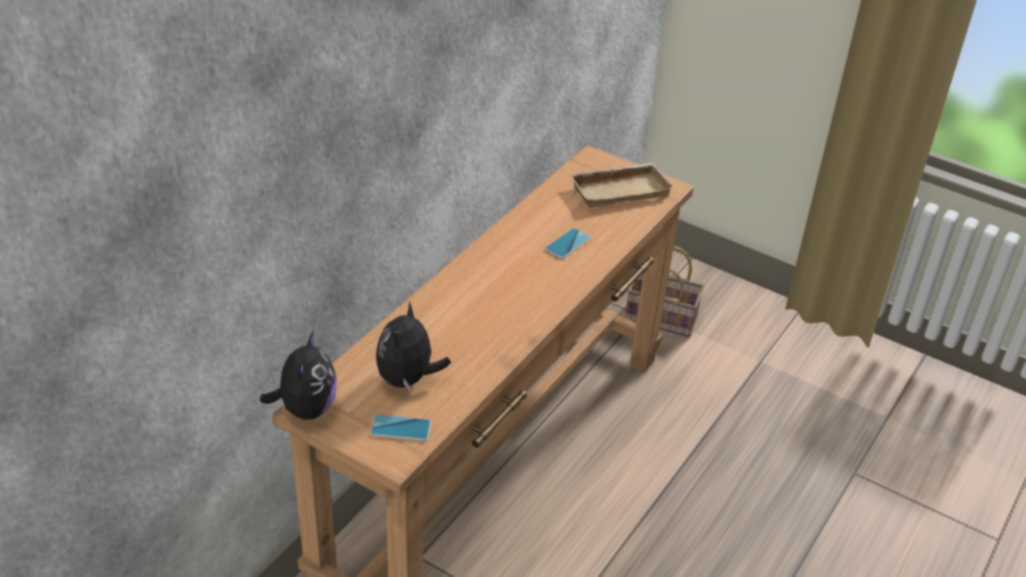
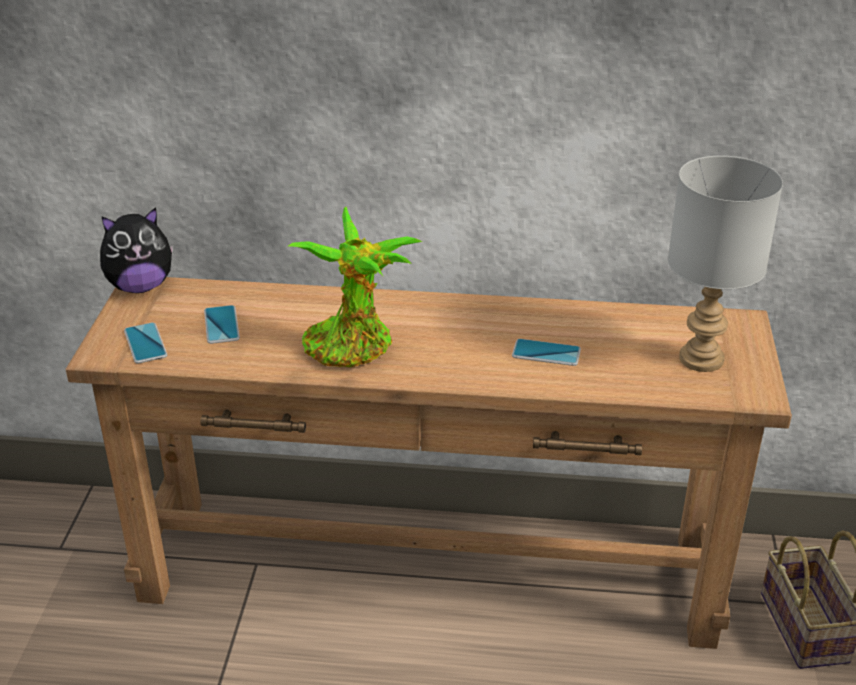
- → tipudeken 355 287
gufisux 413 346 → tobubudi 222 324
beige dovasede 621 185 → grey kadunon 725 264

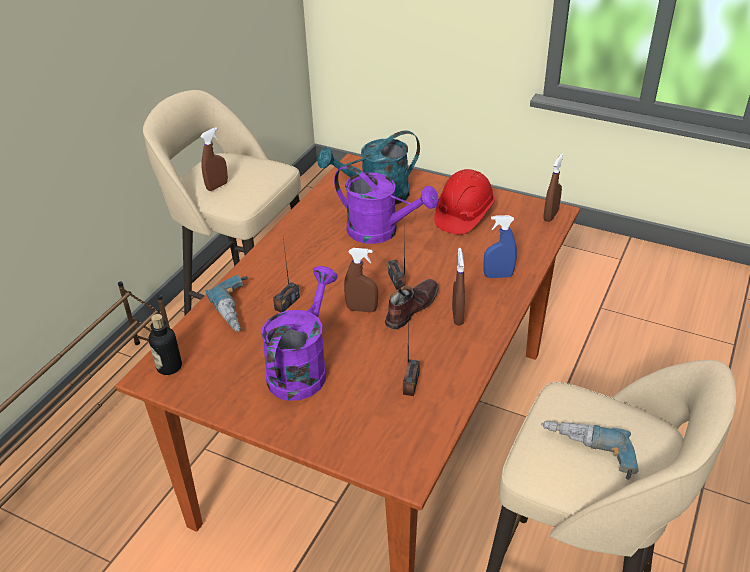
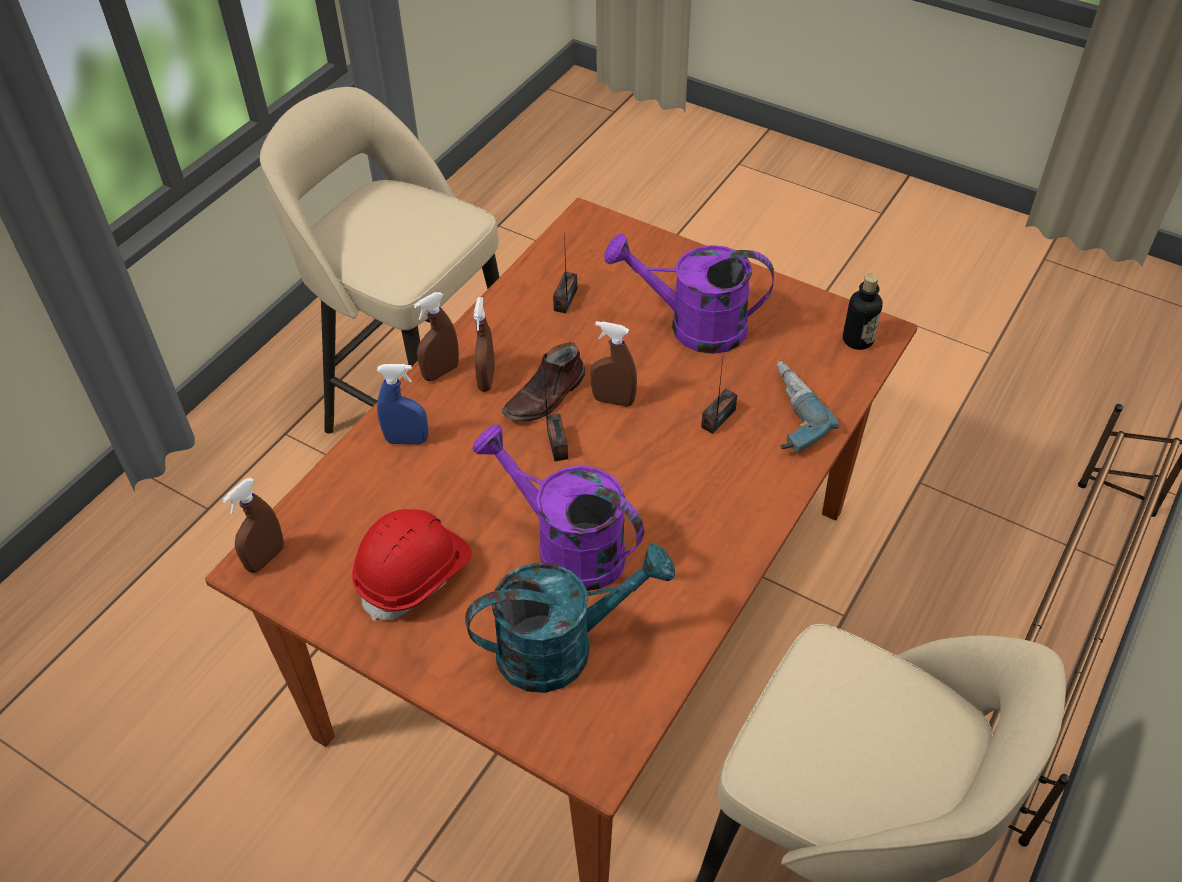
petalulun 590 450 → -
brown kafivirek 214 159 → brown kafivirek 436 336, relocated
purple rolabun 299 333 → purple rolabun 689 294, 75 degrees clockwise

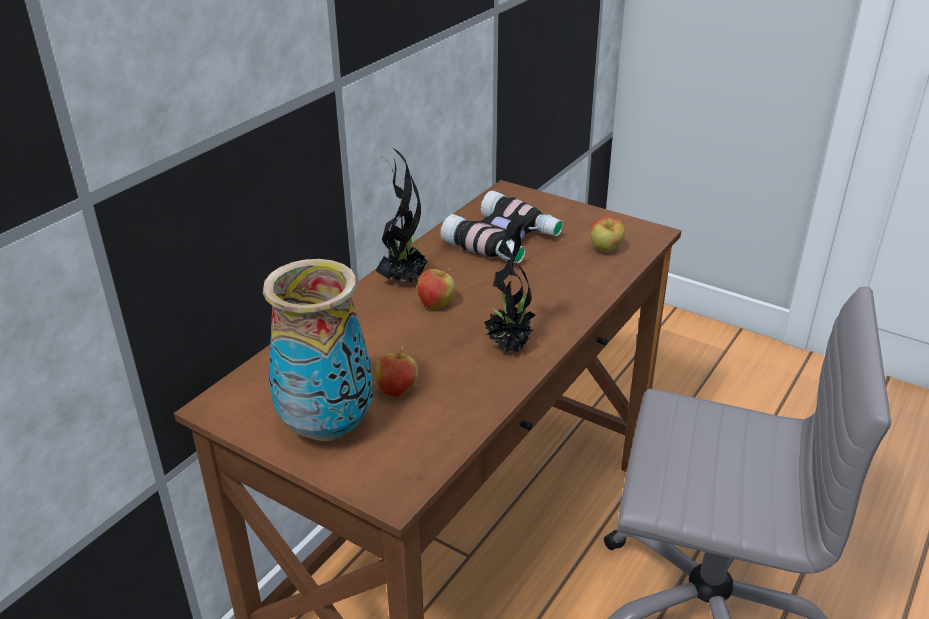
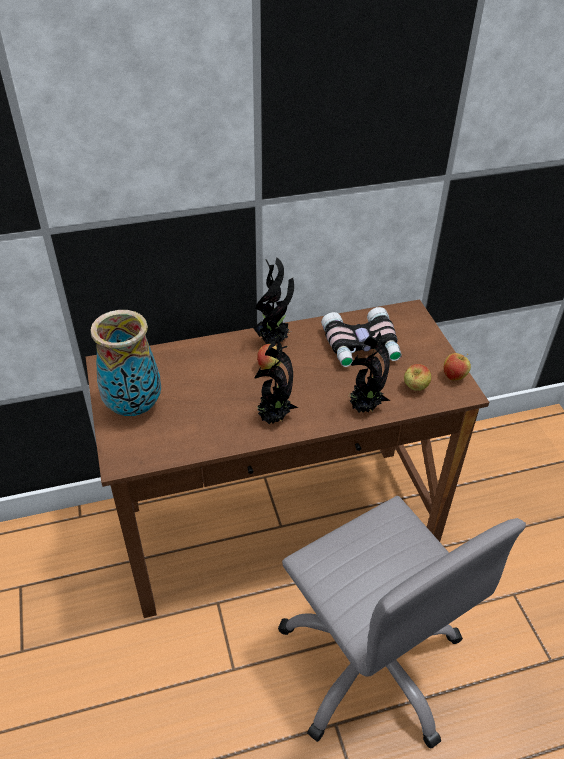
- → tipudeken 369 372
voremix 396 372 → voremix 457 366, relocated

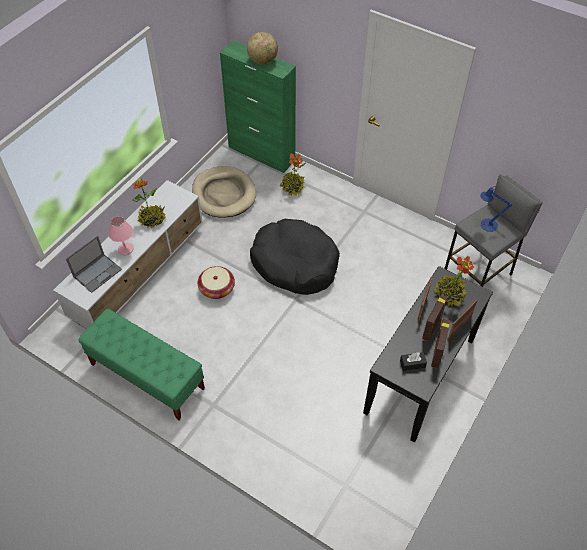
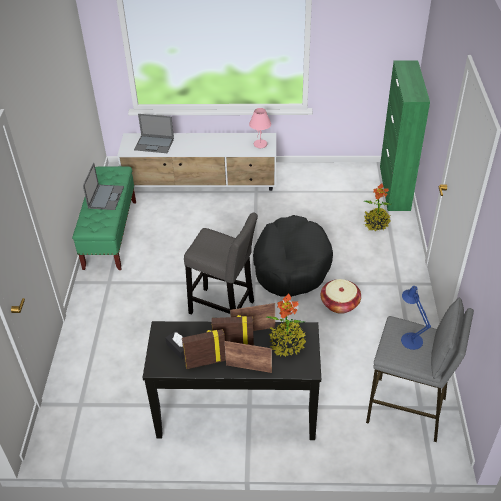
tipudeken 149 203 → -
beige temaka 224 192 → -
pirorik 262 48 → -
- → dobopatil 103 186
- → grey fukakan 221 263
pink kadunon 120 236 → pink kadunon 260 128, relocated
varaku 216 282 → varaku 341 296, relocated

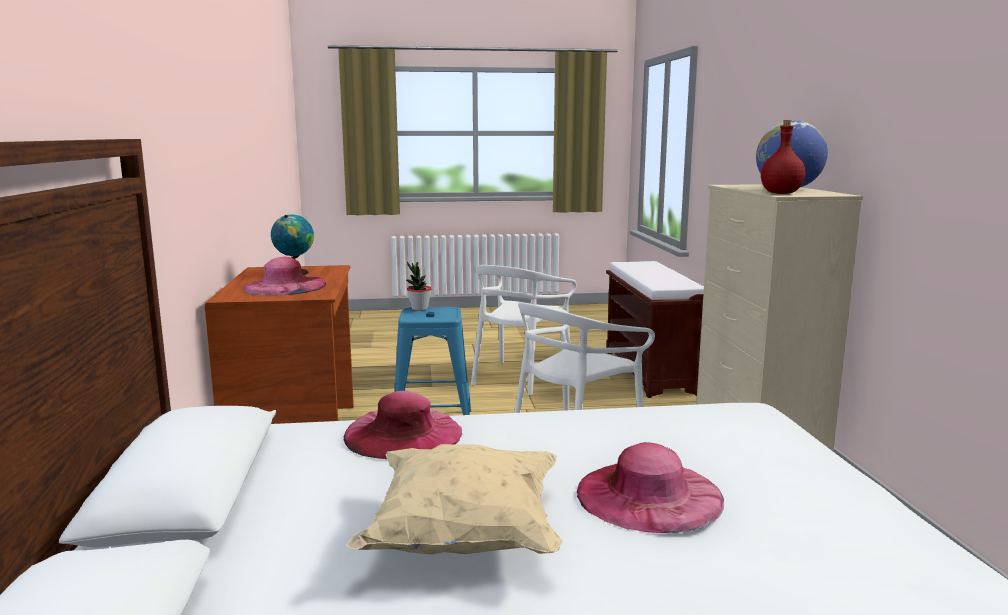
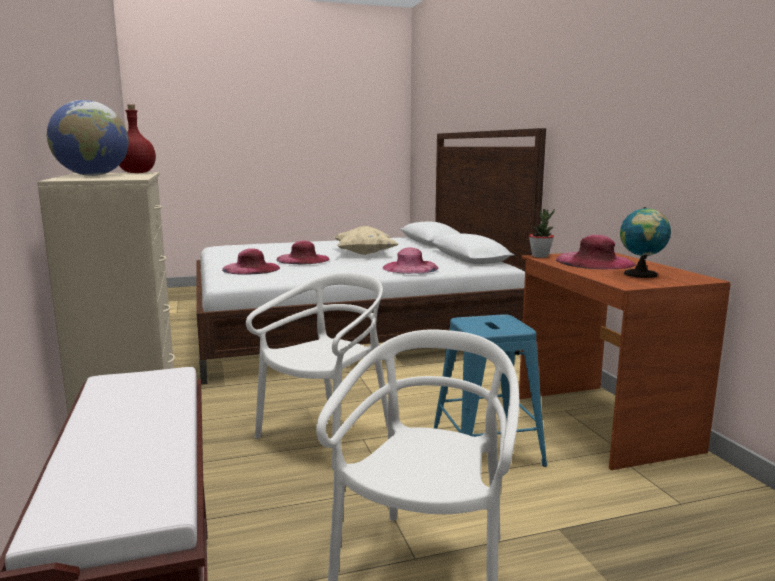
- → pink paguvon 251 261
tipudeken 419 286 → tipudeken 542 233, relocated

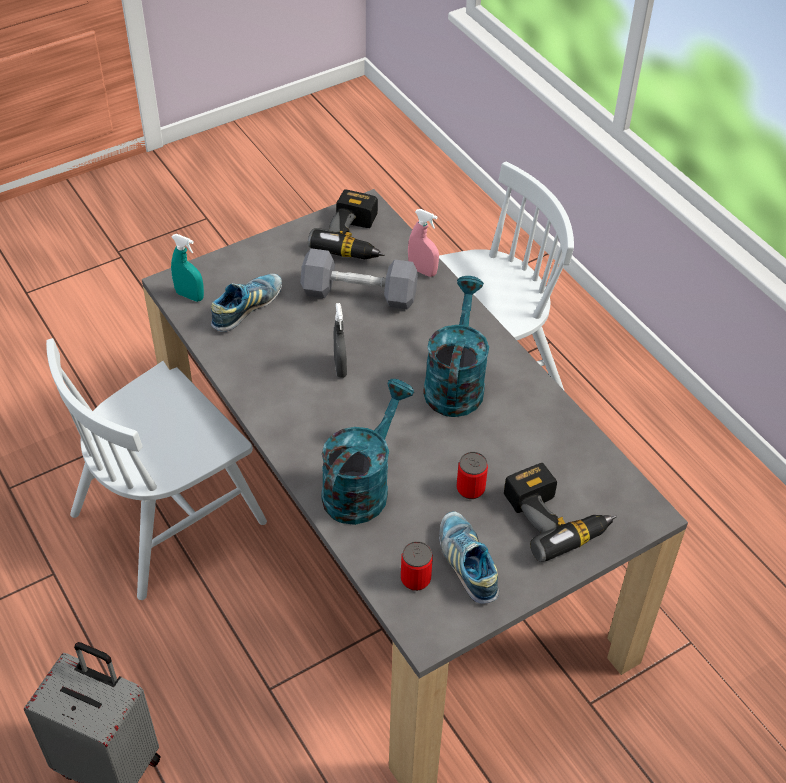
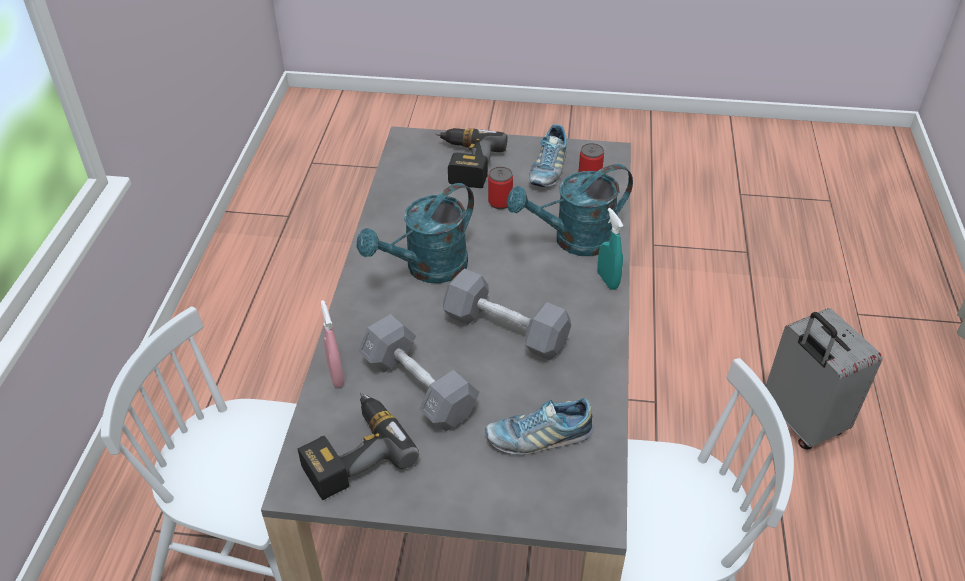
turquoise kafivirek 187 268 → turquoise kafivirek 610 249, relocated
grey kafivirek 340 340 → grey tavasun 507 314

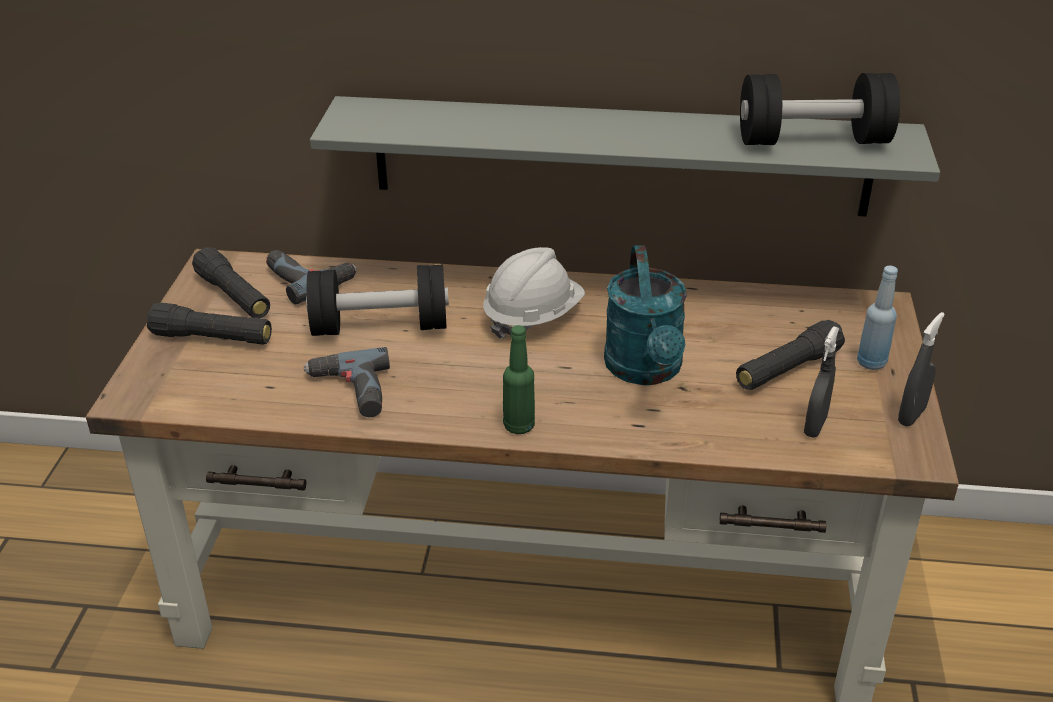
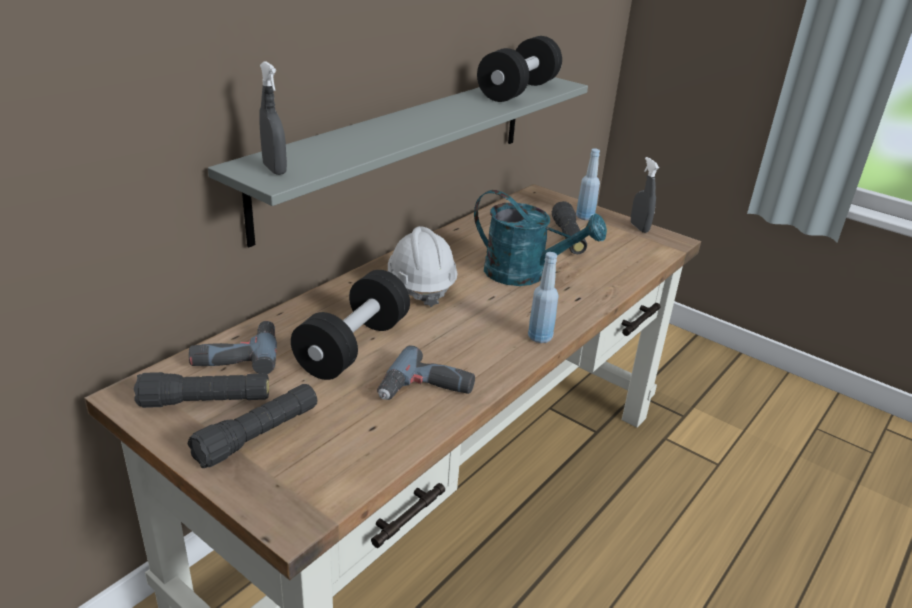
grey kafivirek 821 381 → grey kafivirek 273 118, relocated
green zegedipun 519 379 → blue zegedipun 543 297

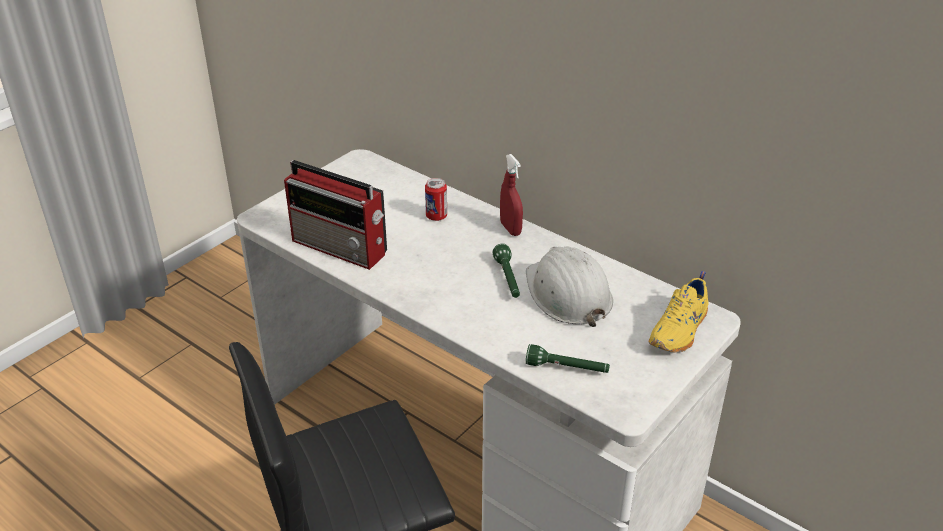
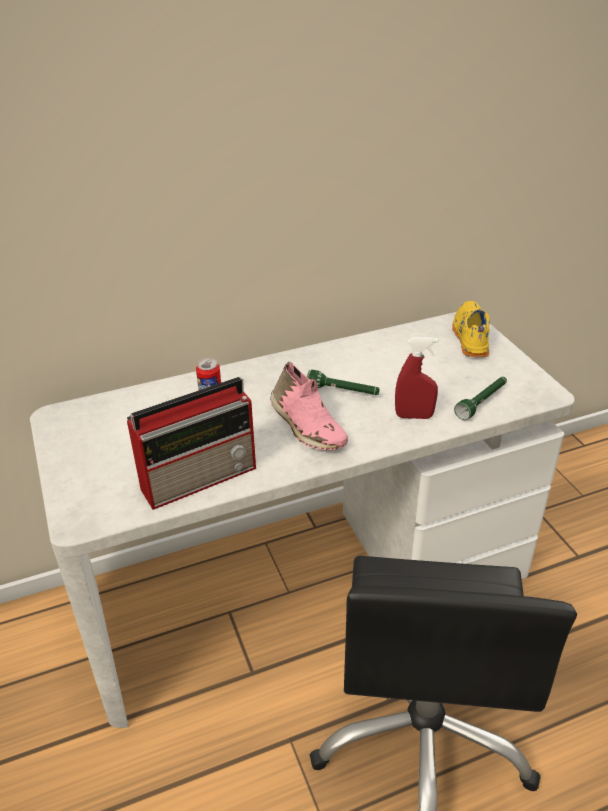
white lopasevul 569 287 → -
- → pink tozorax 309 405
red kafivirek 511 195 → red kafivirek 416 378, relocated
yellow tozorax 679 312 → yellow tozorax 471 329, 150 degrees counterclockwise

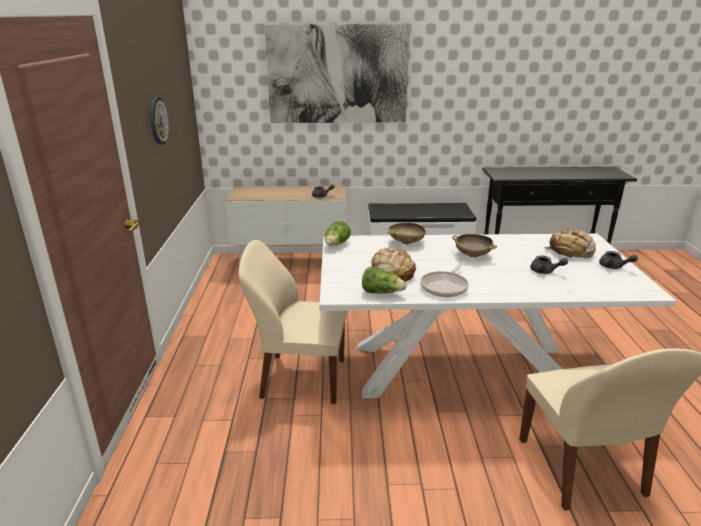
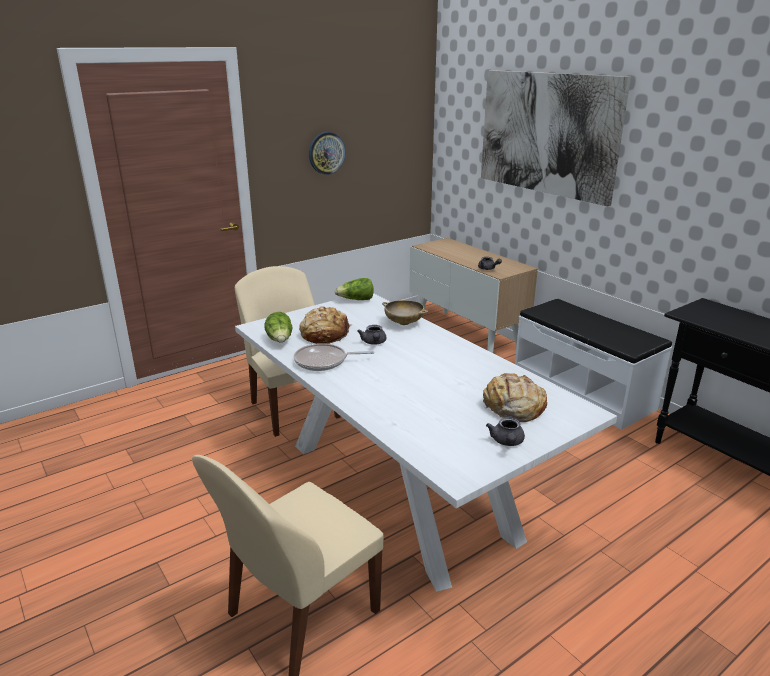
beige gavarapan 474 246 → -
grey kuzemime 549 265 → grey kuzemime 371 335, relocated

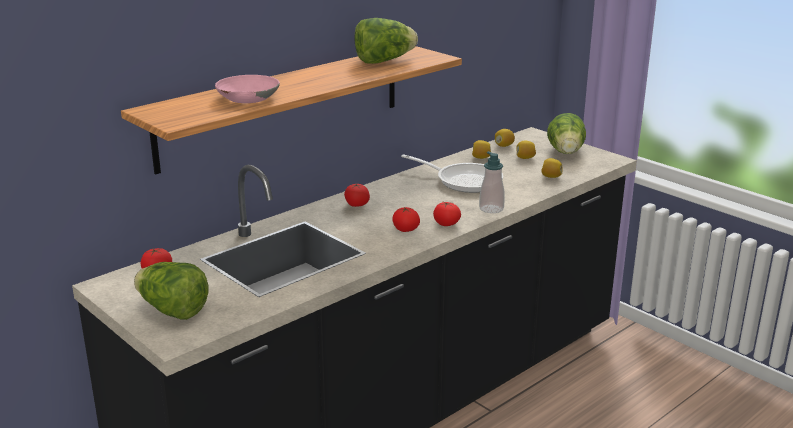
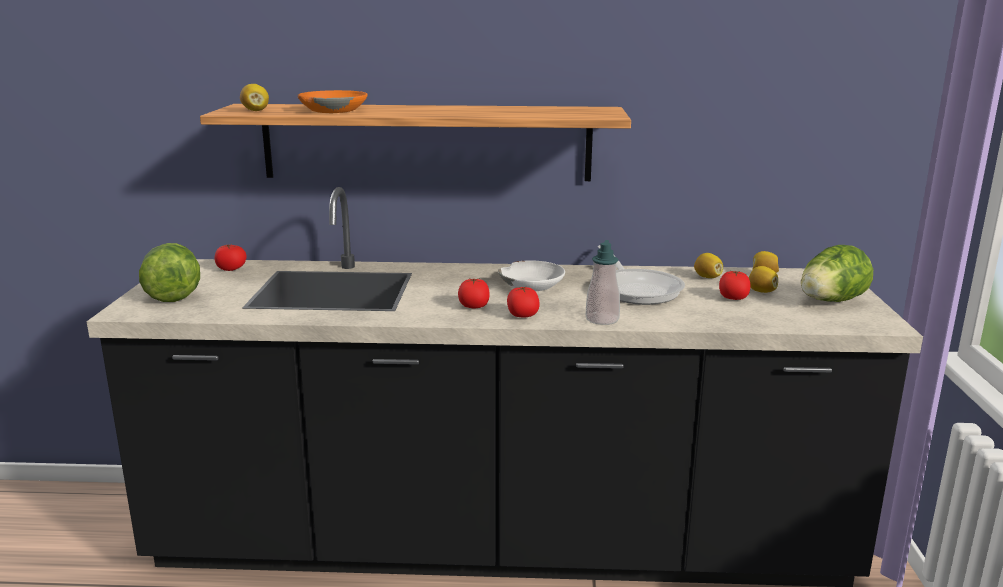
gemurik 386 41 → -
- → white gavarapan 531 275
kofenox 357 195 → kofenox 734 285, relocated
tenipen 551 168 → tenipen 254 97, relocated
pink gavarapan 247 89 → orange gavarapan 332 101

